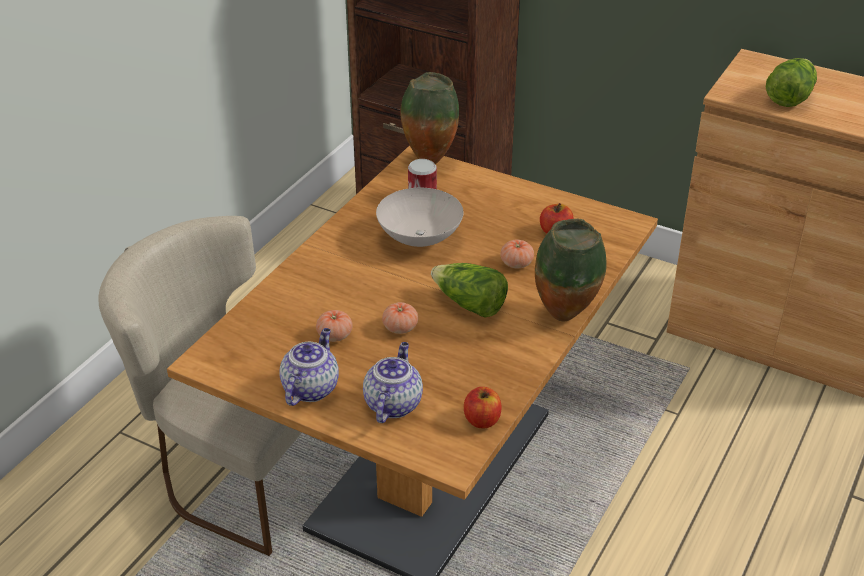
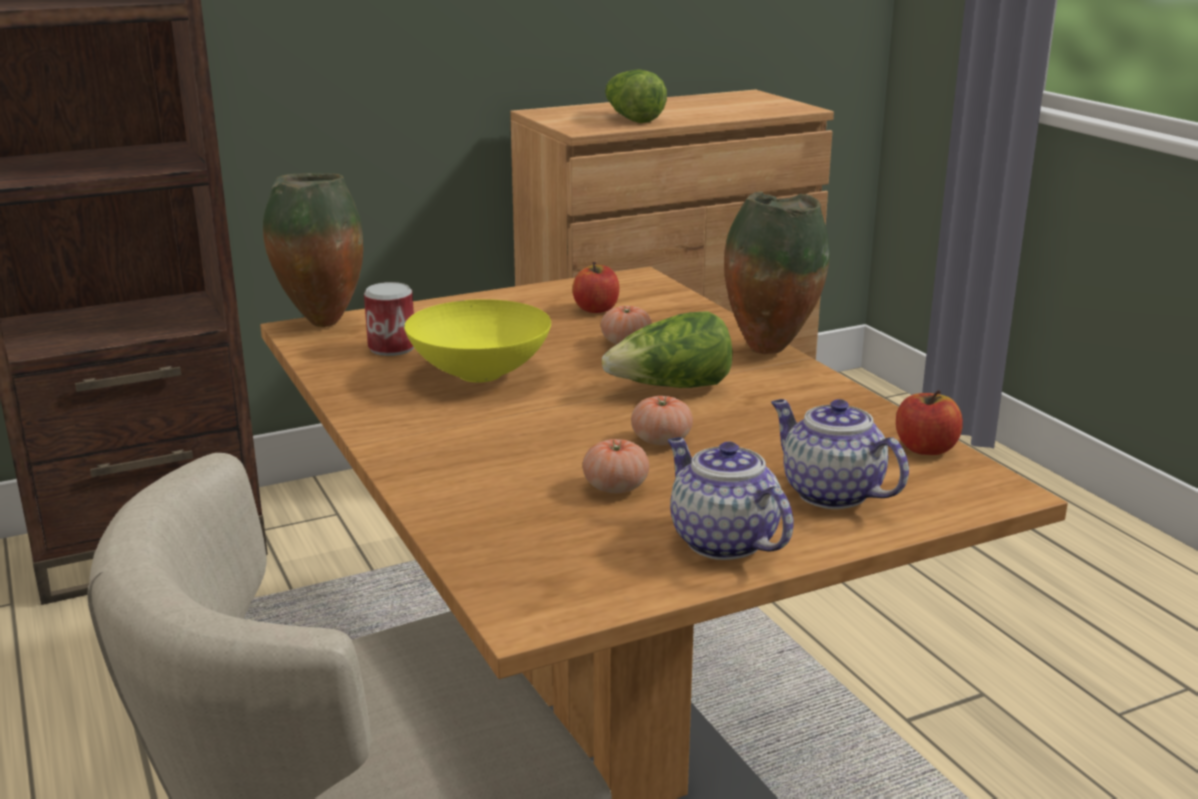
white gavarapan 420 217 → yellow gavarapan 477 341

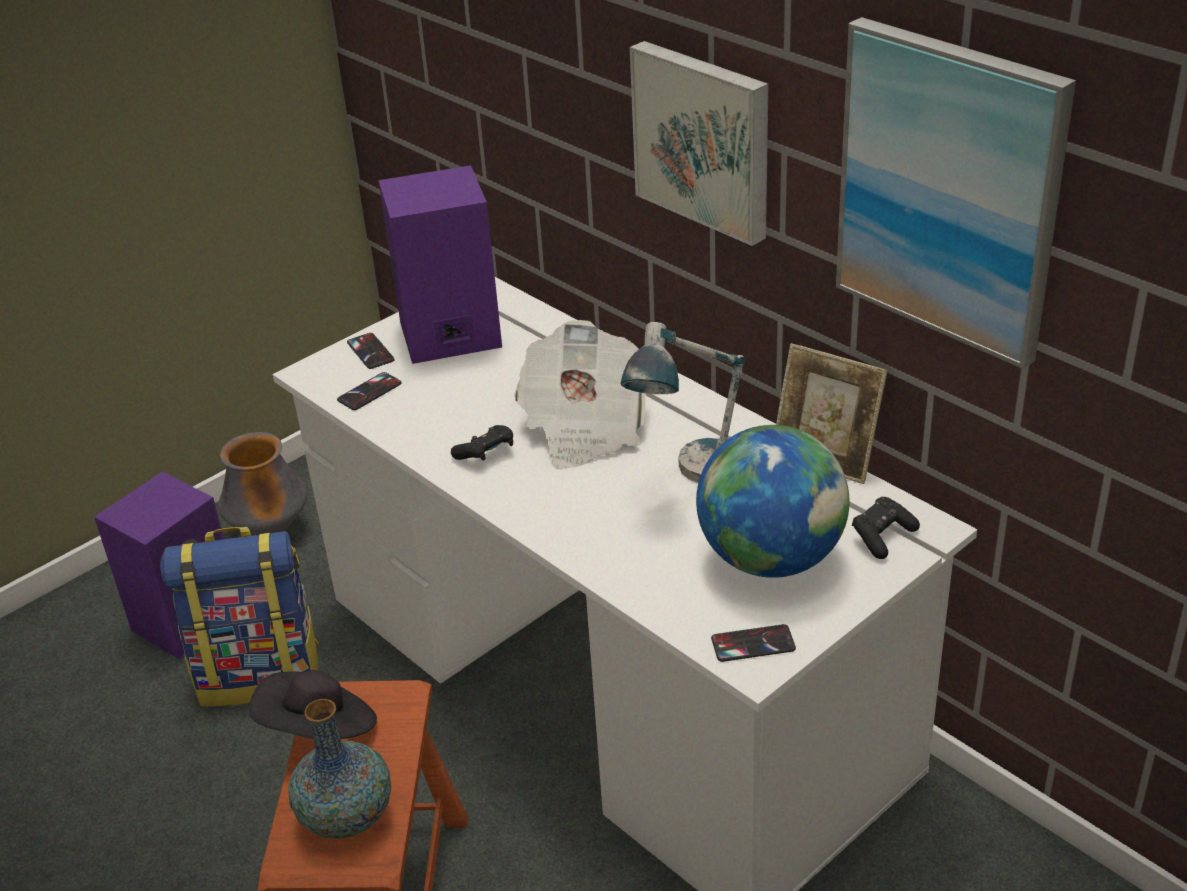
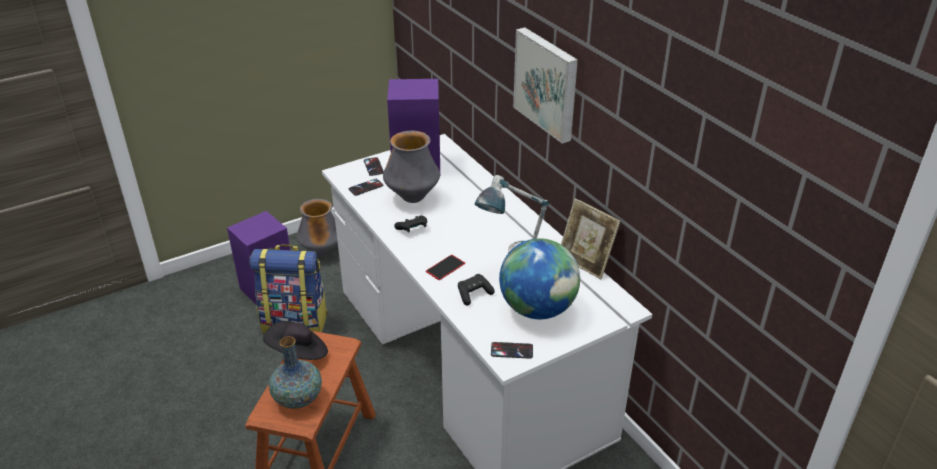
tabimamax 580 394 → -
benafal 956 193 → -
- → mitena 411 167
- → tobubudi 445 267
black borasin 886 528 → black borasin 476 290, relocated

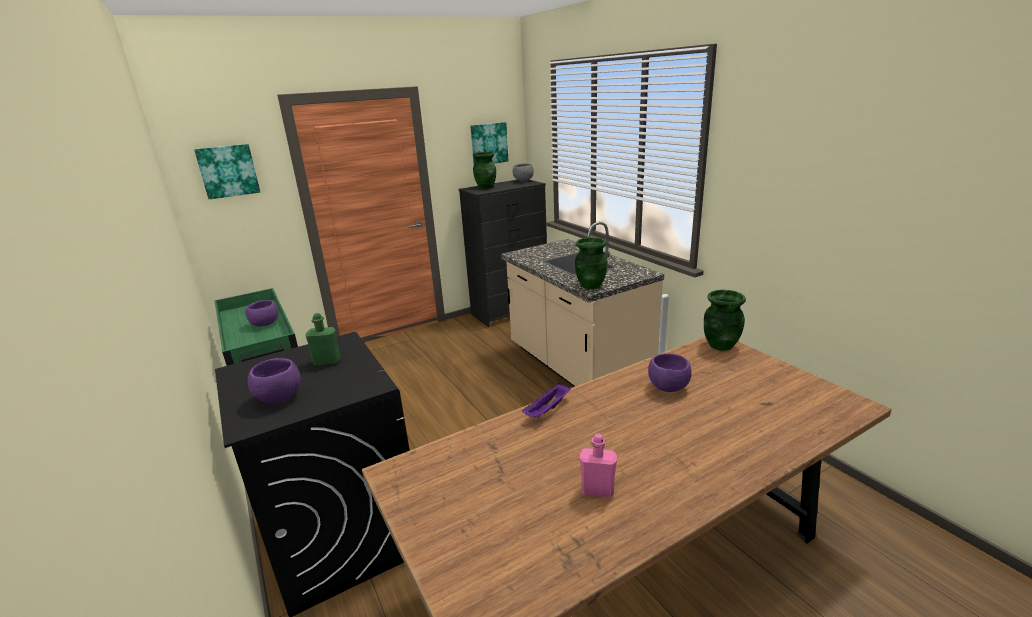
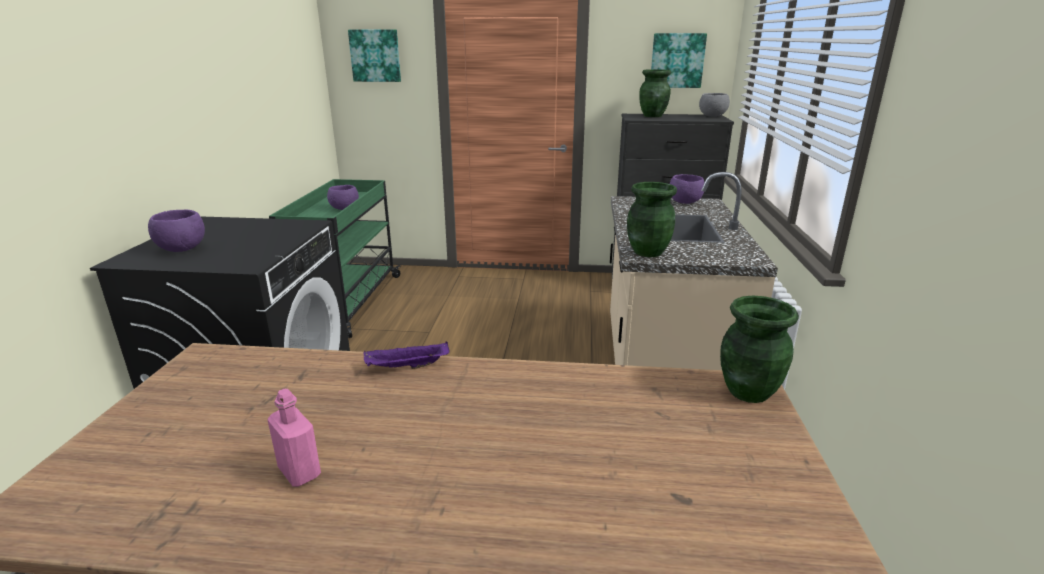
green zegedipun 322 339 → -
purple gavarapan 670 372 → purple gavarapan 687 189, relocated

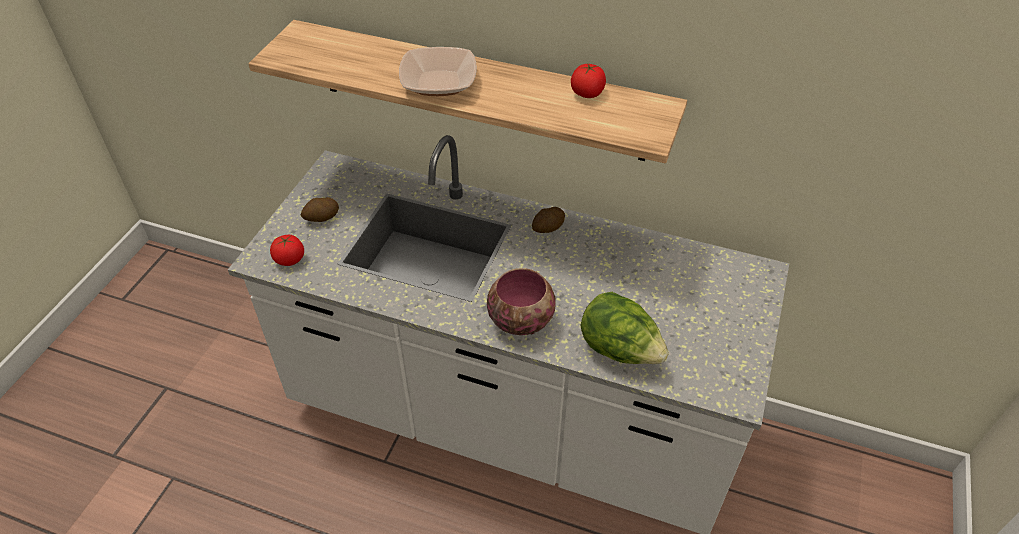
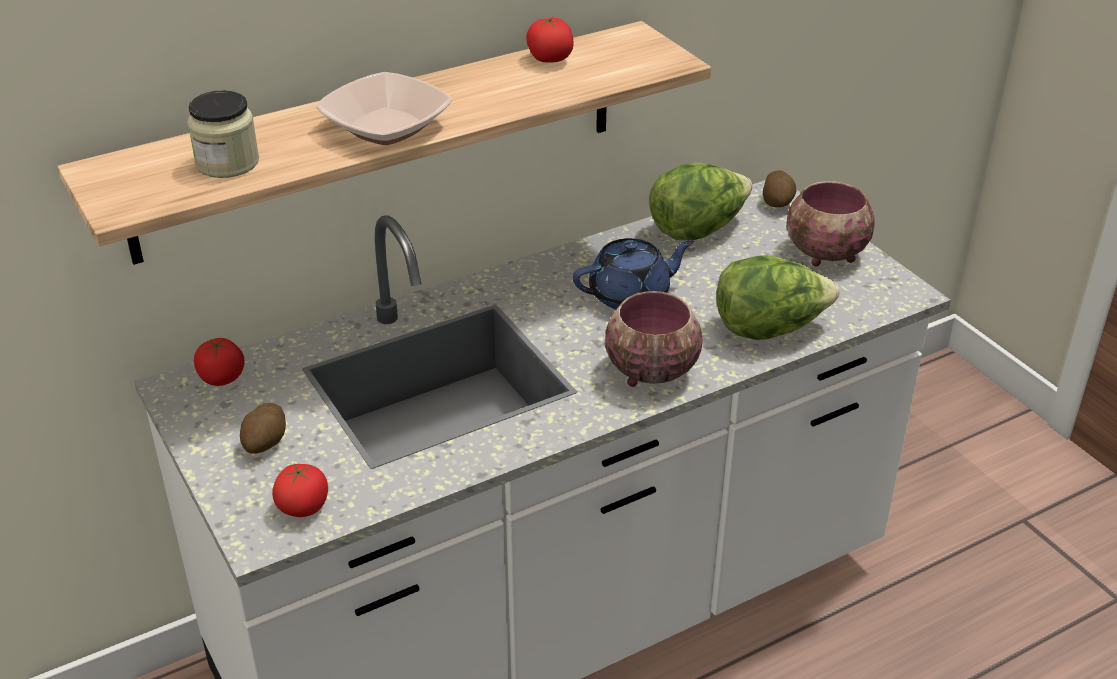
- → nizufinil 223 134
- → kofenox 219 362
- → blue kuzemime 633 274
- → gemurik 700 201
- → gavarapan 830 223
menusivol 548 220 → menusivol 779 189, relocated

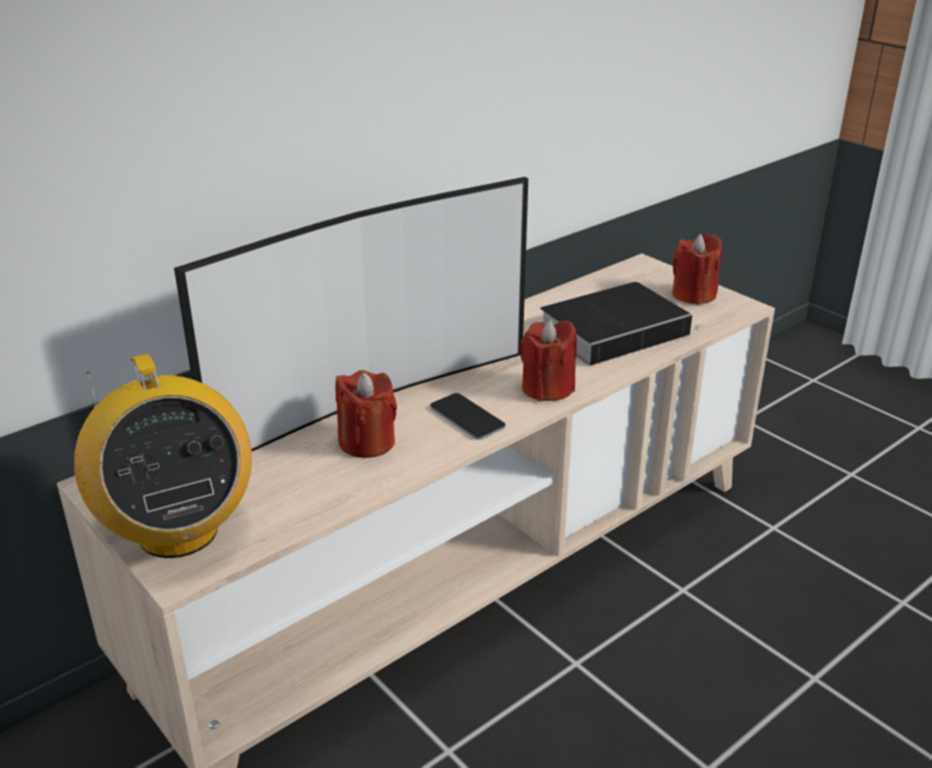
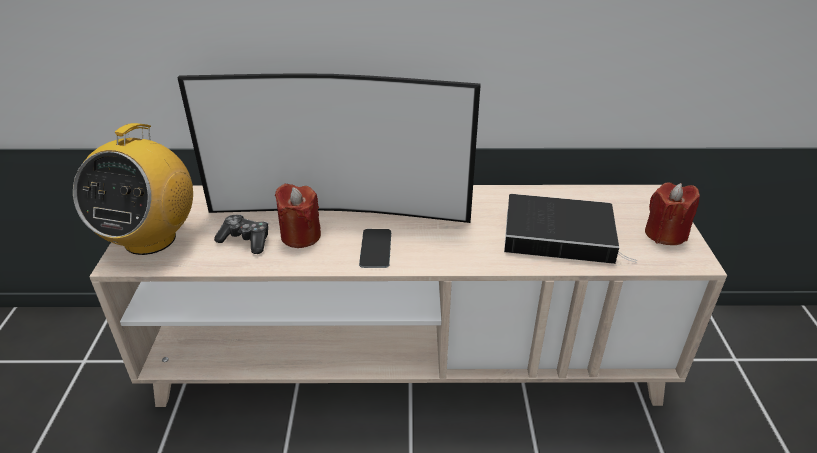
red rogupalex 548 361 → -
- → borasin 241 234

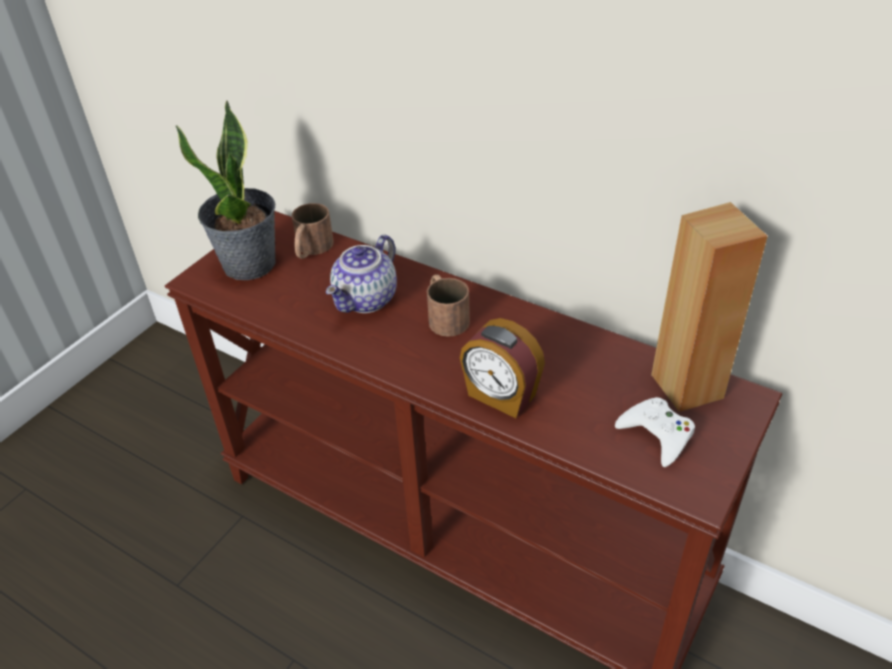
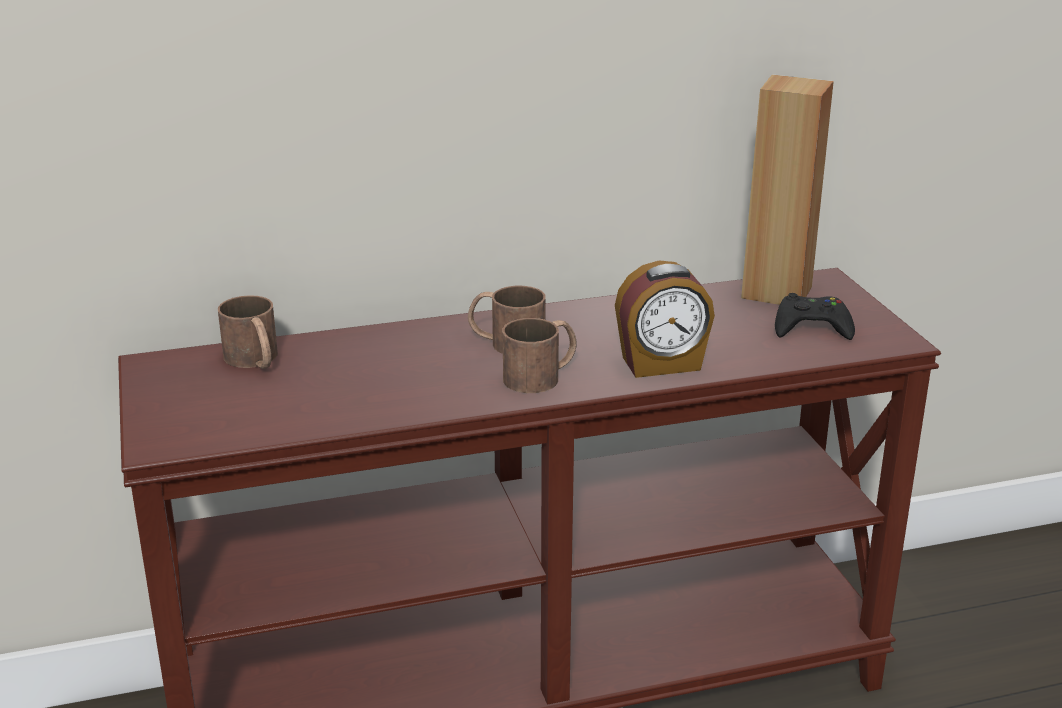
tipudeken 226 190 → -
kuzemime 361 273 → -
- → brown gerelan 540 355
white borasin 655 432 → black borasin 815 316

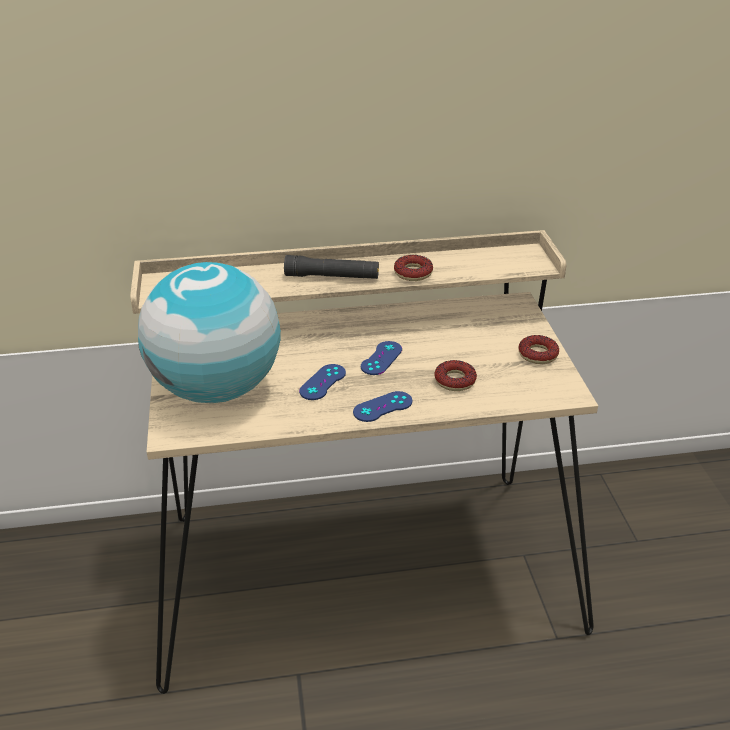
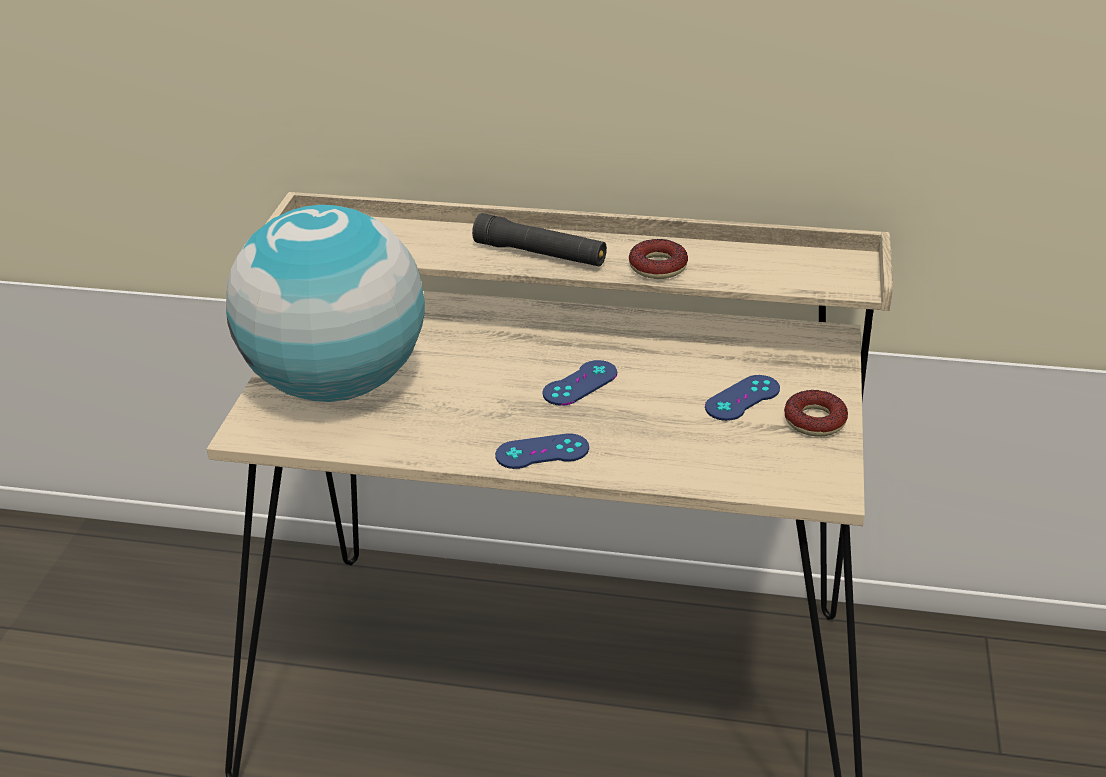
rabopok 455 375 → -
blue borasin 322 382 → blue borasin 742 398, relocated

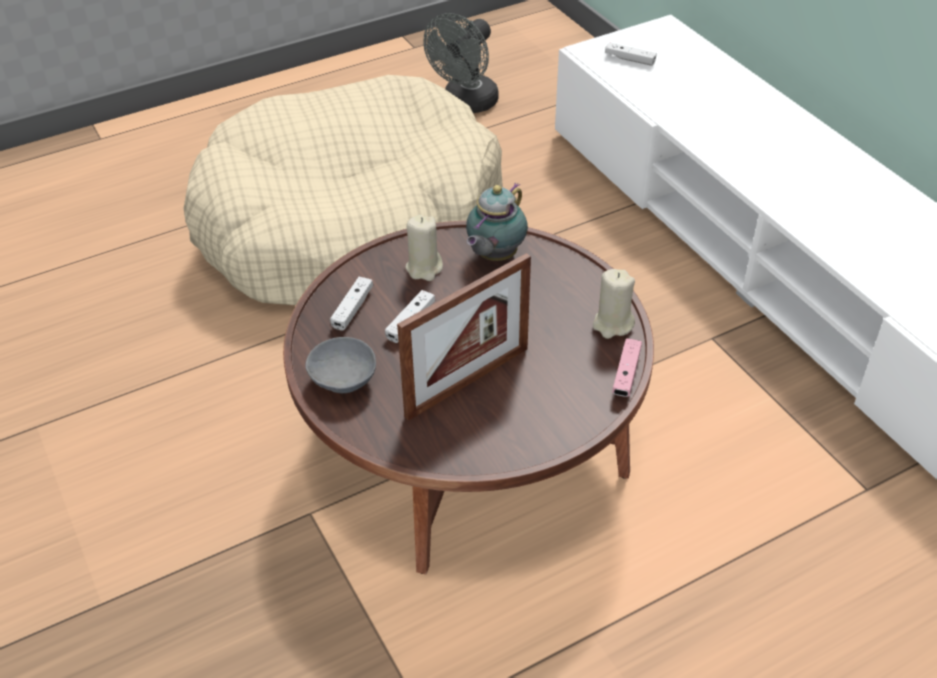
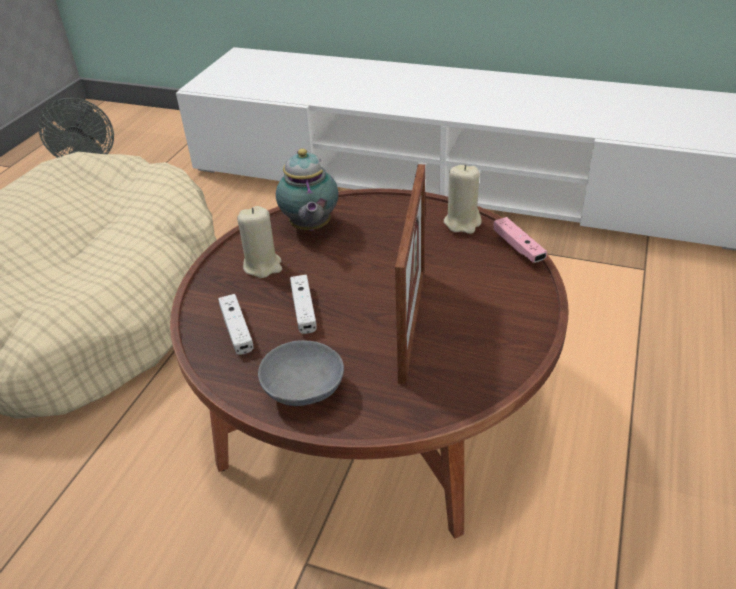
white borasin 631 54 → -

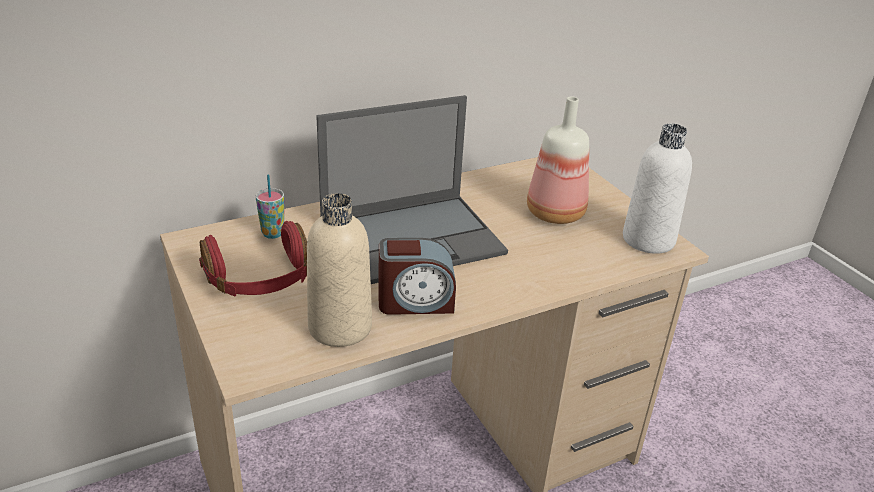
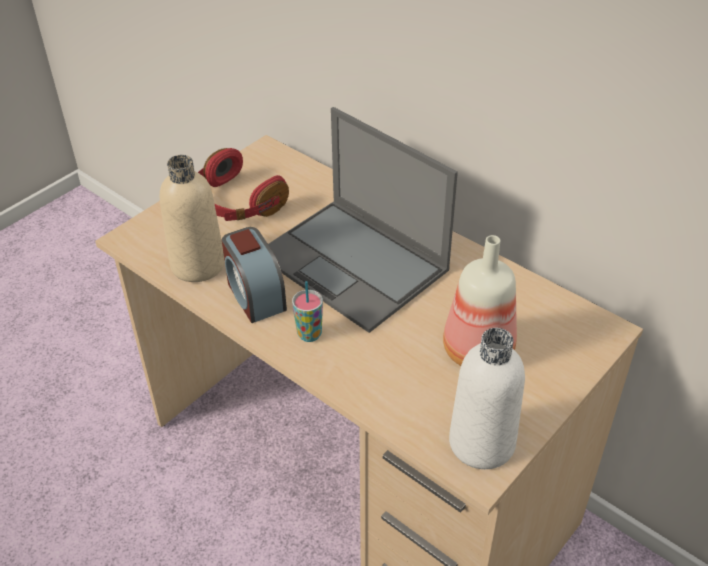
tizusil 270 206 → tizusil 307 311, relocated

